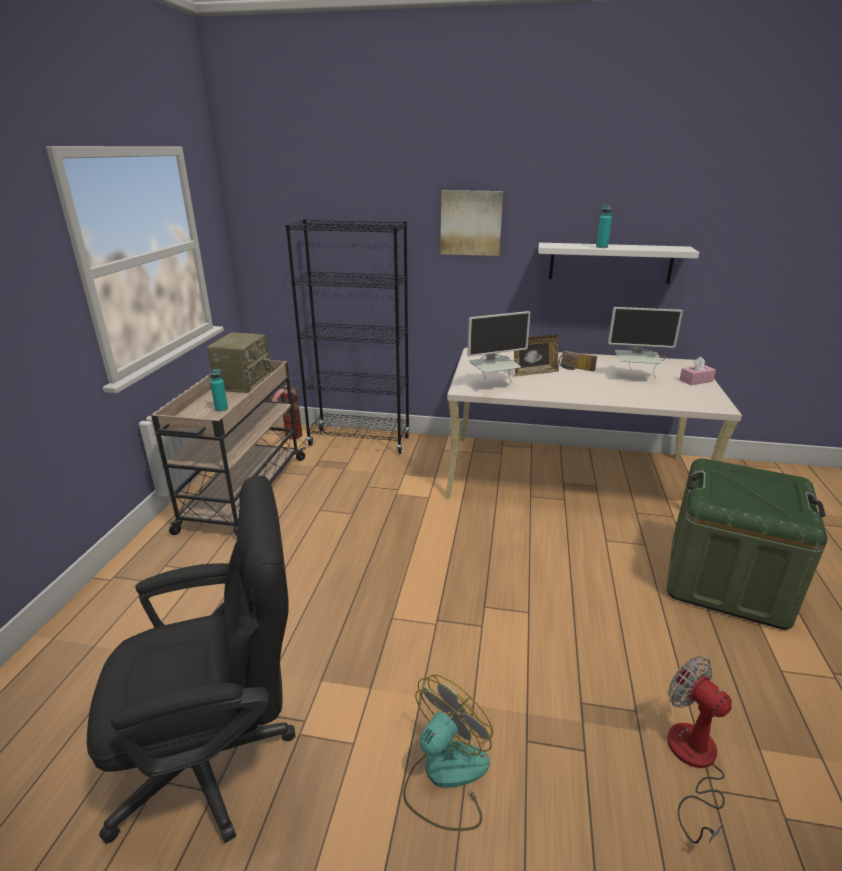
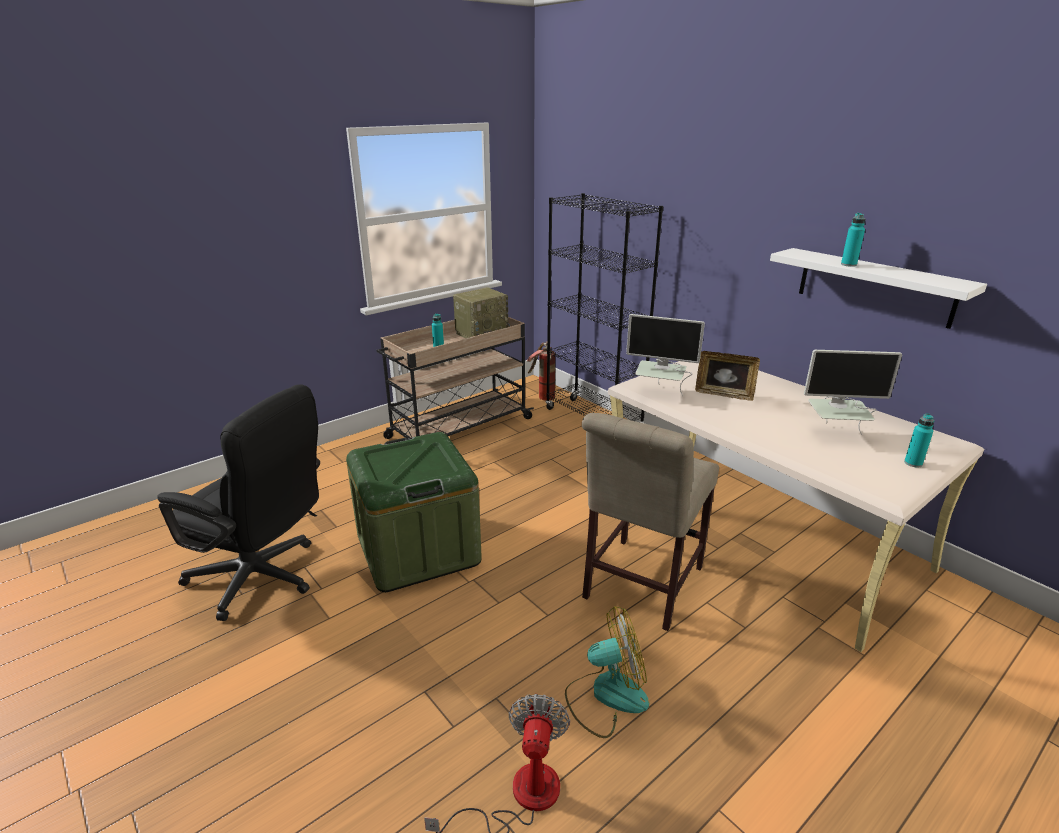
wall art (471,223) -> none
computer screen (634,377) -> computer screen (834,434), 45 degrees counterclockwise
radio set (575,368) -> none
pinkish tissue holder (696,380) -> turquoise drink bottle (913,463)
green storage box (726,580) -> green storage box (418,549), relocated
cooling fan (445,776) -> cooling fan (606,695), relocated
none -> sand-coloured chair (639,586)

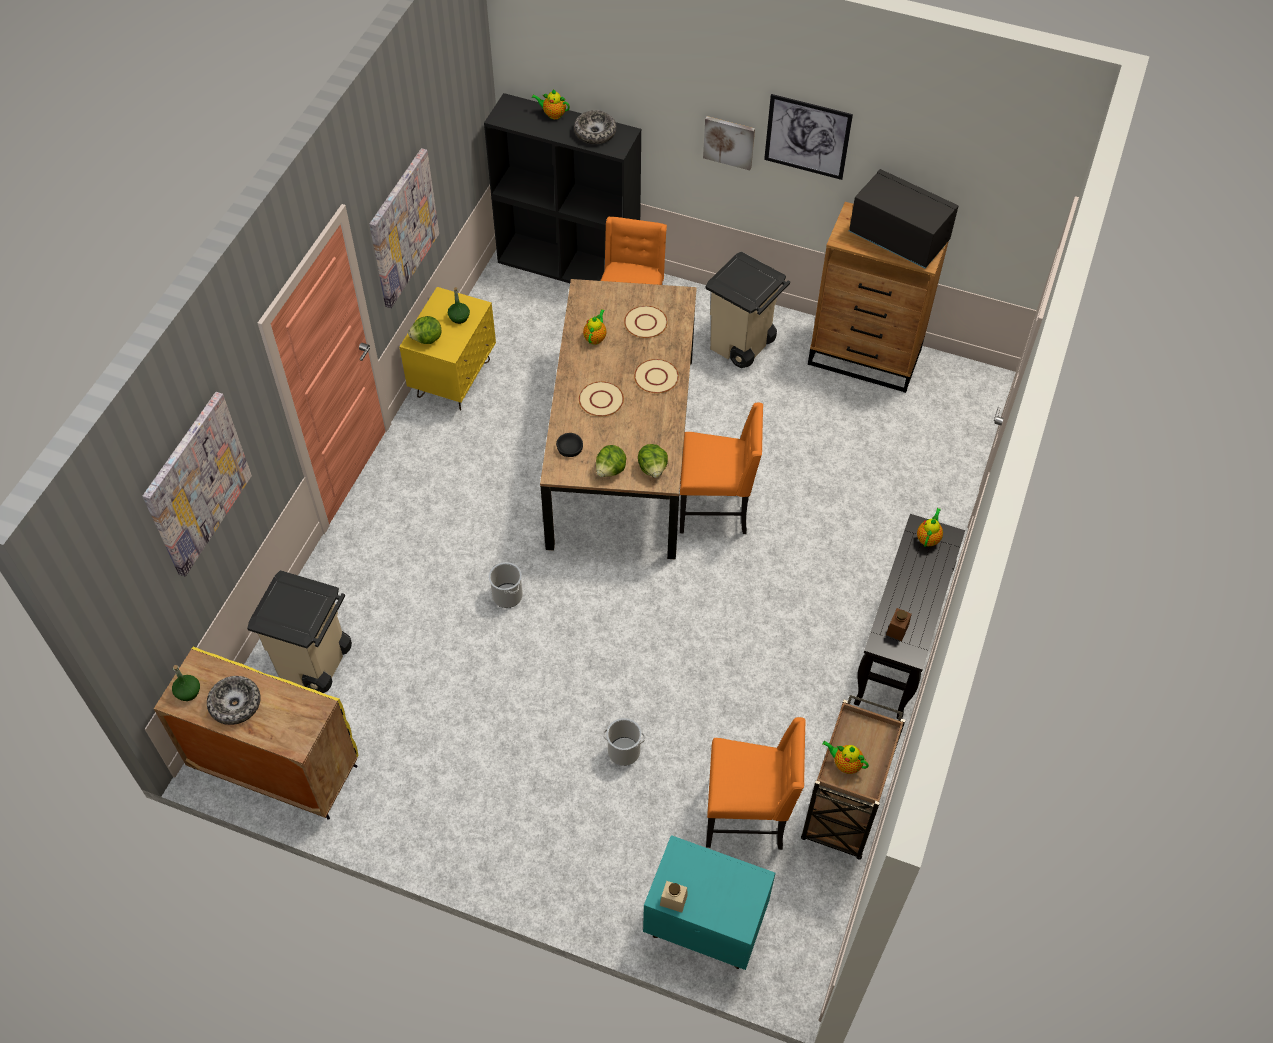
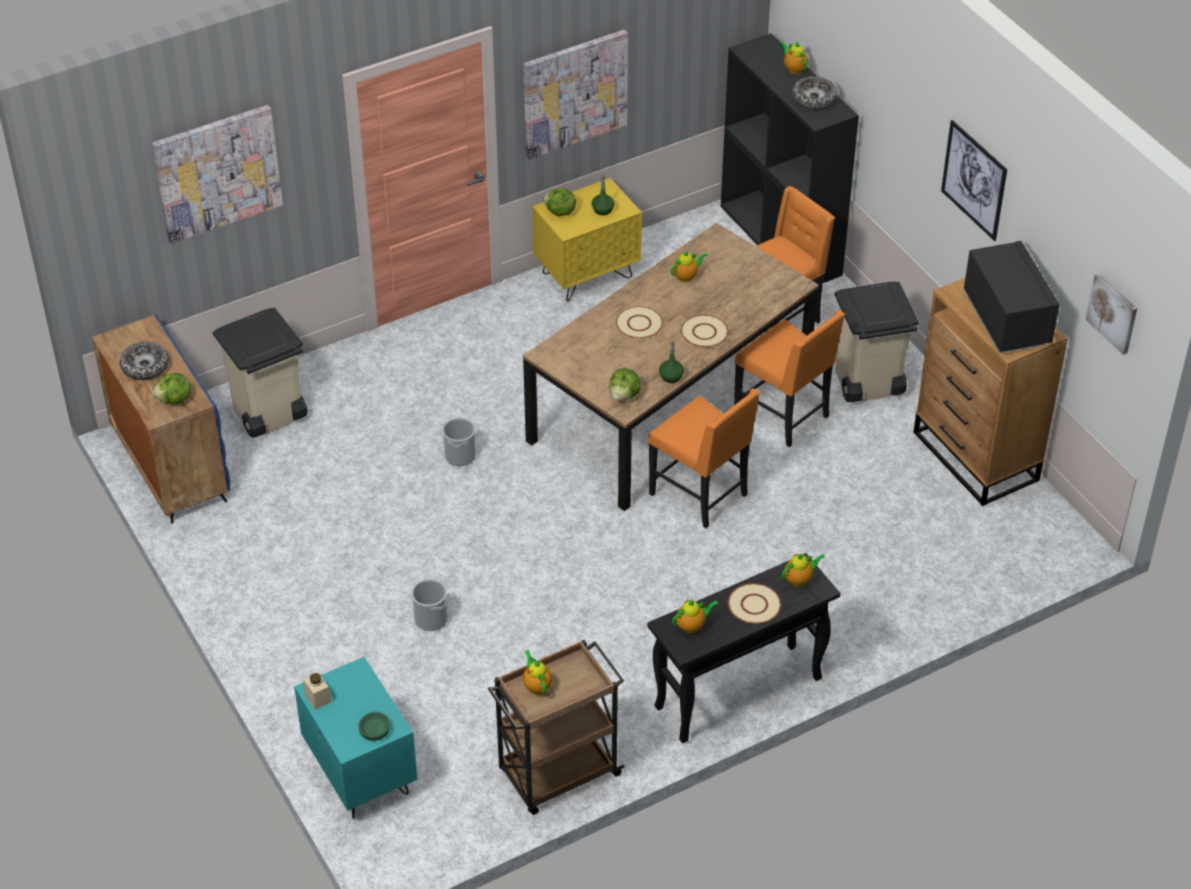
wall art (729,142) -> wall art (1113,313), relocated
sand-coloured dinner plate (645,322) -> sand-coloured dinner plate (754,604), relocated
black-coloured bowl (569,447) -> none
head of lettuce (610,470) -> head of lettuce (175,400), relocated
brown storage jar (897,629) -> pot for tea (692,625)
yellow cabinet (274,767) -> bluish cabinet (170,465)
green drink bottle (188,692) -> green drink bottle (671,377), relocated
orangey chair (748,816) -> orangey chair (784,416), relocated
none -> green bowl (374,729)

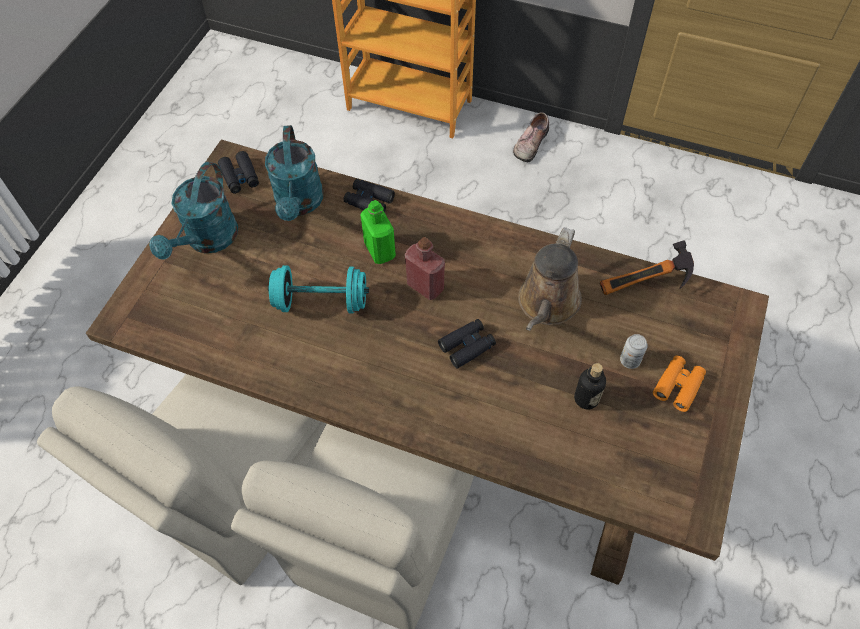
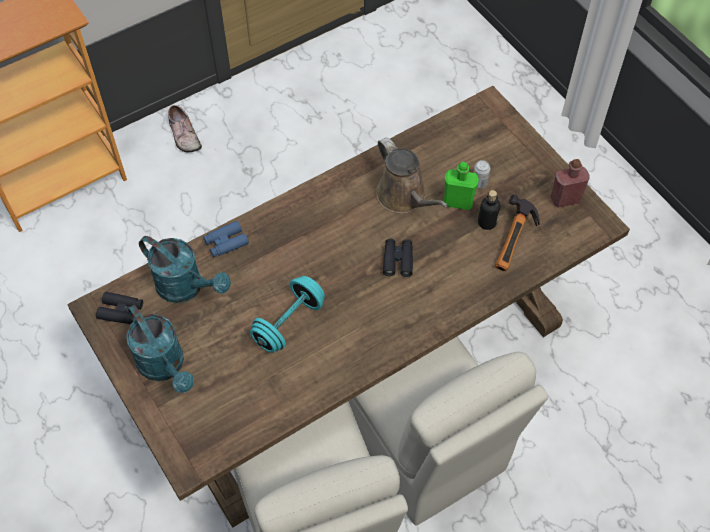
black-coloured pair of binoculars (369,201) -> bluish pair of binoculars (226,242)
green drink bottle (380,250) -> green drink bottle (458,202), relocated
red drink bottle (425,286) -> red drink bottle (565,199), relocated
tool hammer (645,287) -> tool hammer (516,243), relocated
orangey pair of binoculars (678,386) -> none

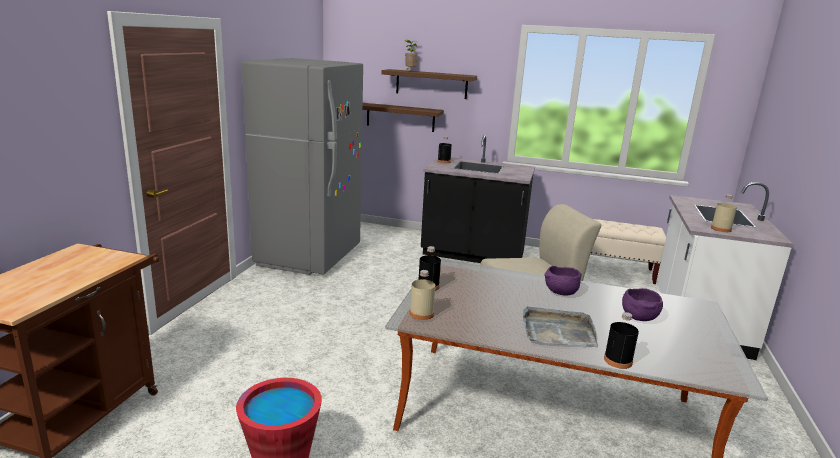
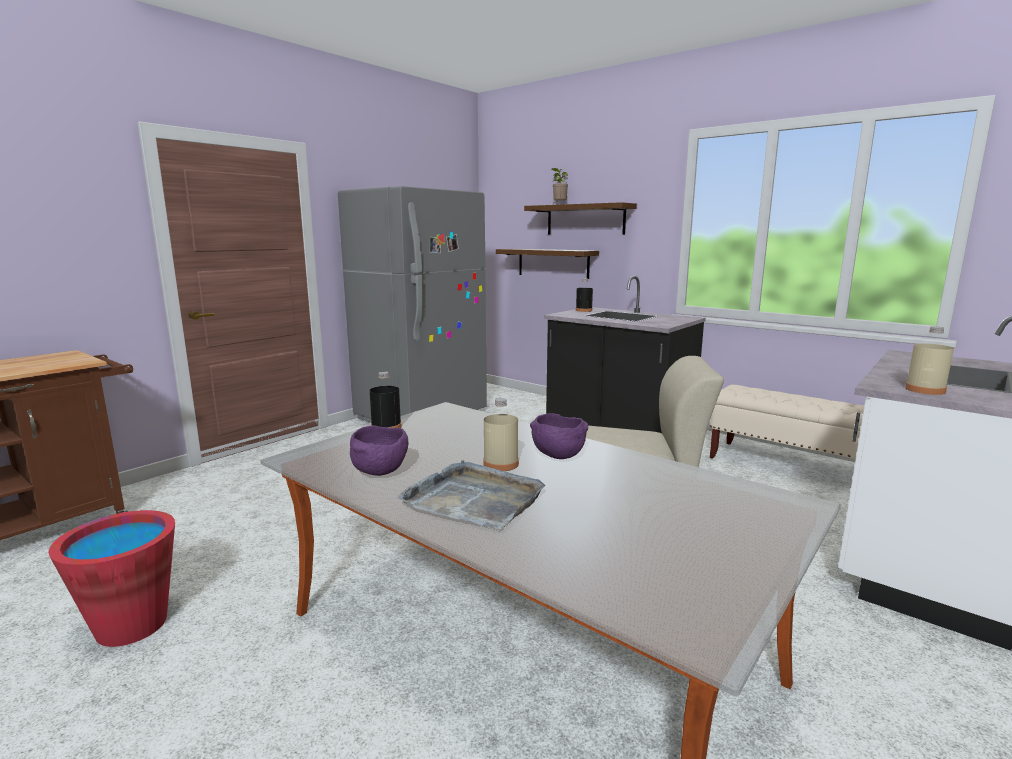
sand-coloured drink bottle (421,314) -> sand-coloured drink bottle (501,464), relocated
purplish bowl (638,317) -> purplish bowl (380,471), relocated
black-coloured drink bottle (618,361) -> none

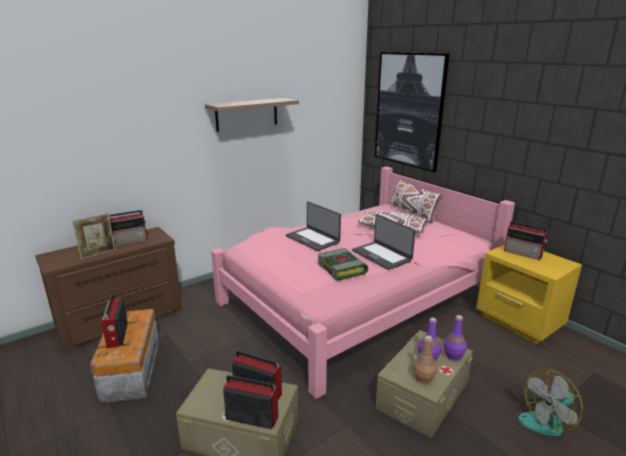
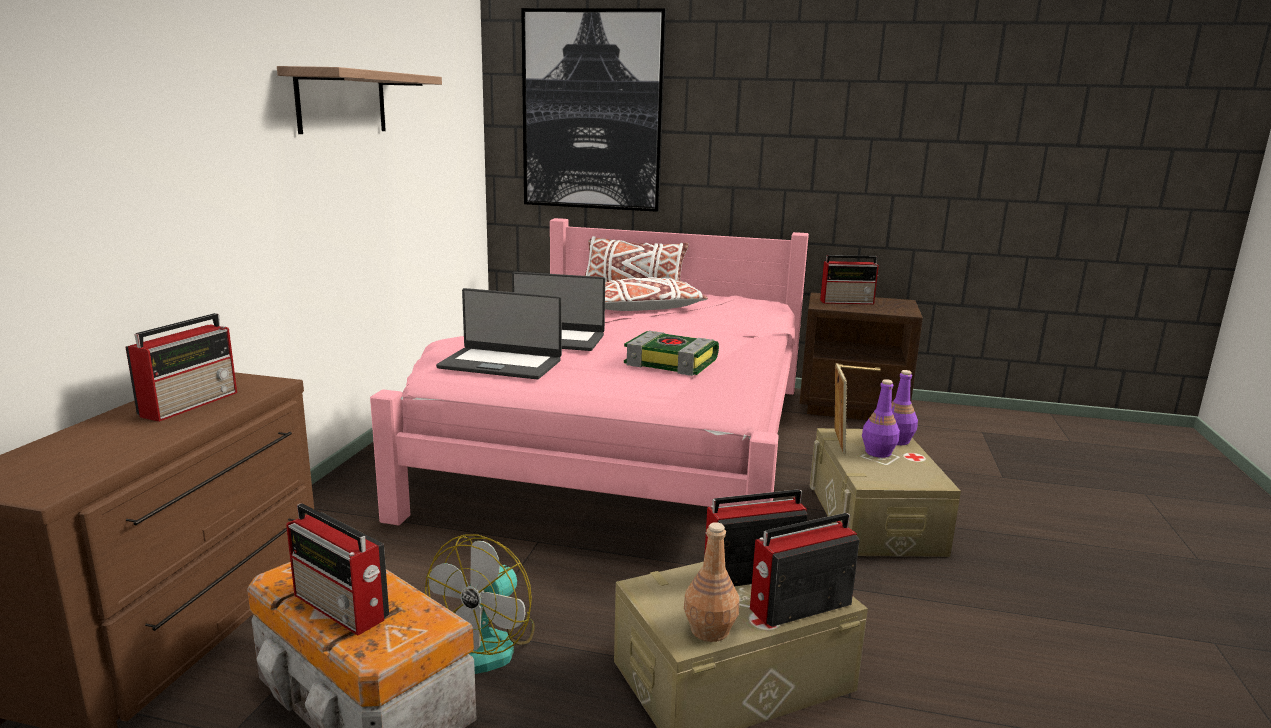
photo frame (98,254) -> photo frame (836,441), relocated
portable computer (382,255) -> portable computer (501,364), relocated
yellow night table (519,322) -> brown night table (853,408)
brown drink bottle (423,378) -> brown drink bottle (710,630), relocated
cooling fan (548,420) -> cooling fan (485,645), relocated

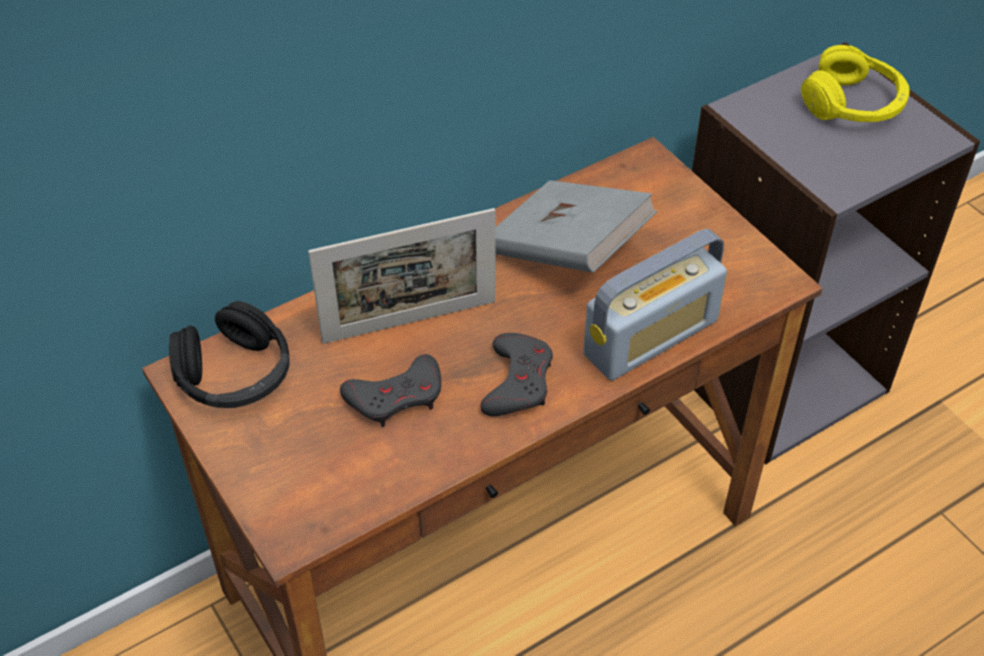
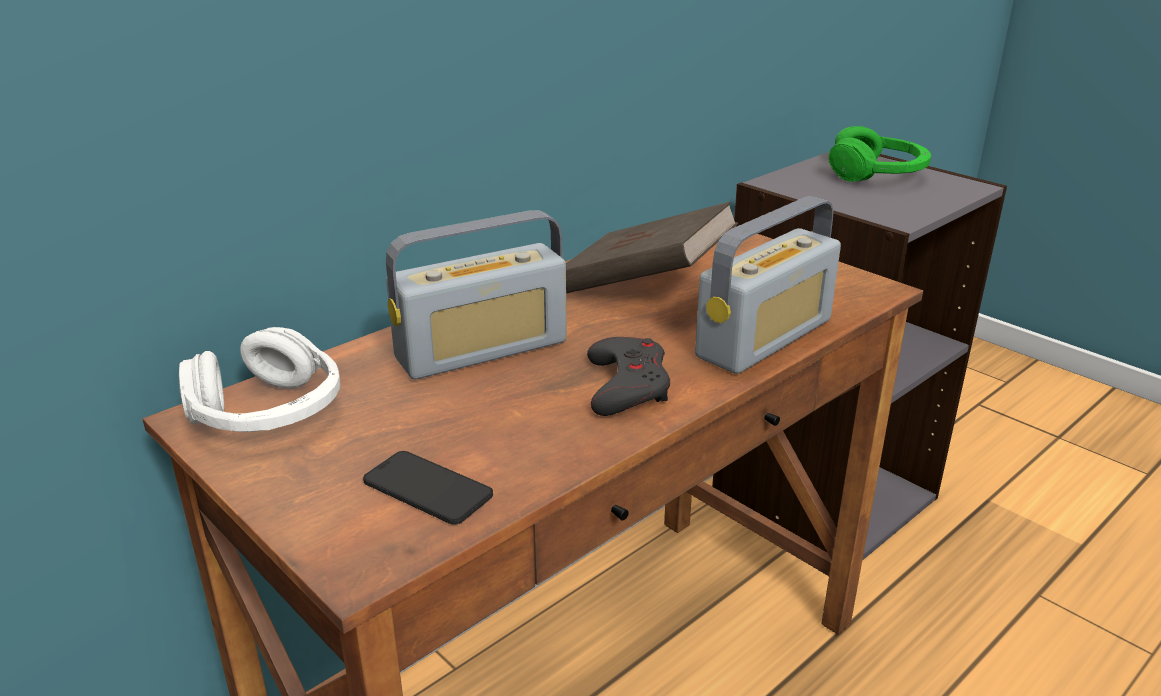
yellow pair of headphones (853,104) -> green pair of headphones (877,174)
greyish bound book (567,252) -> brown bound book (643,287)
photo frame (409,322) -> radio set (482,350)
black-coloured pair of headphones (235,375) -> white-coloured pair of headphones (268,412)
greyish game controller (396,396) -> none
none -> phone (427,488)

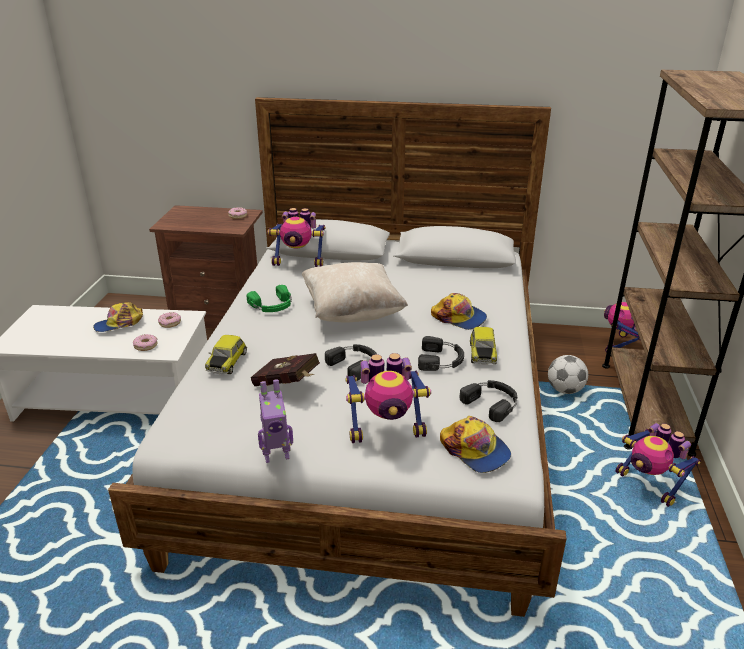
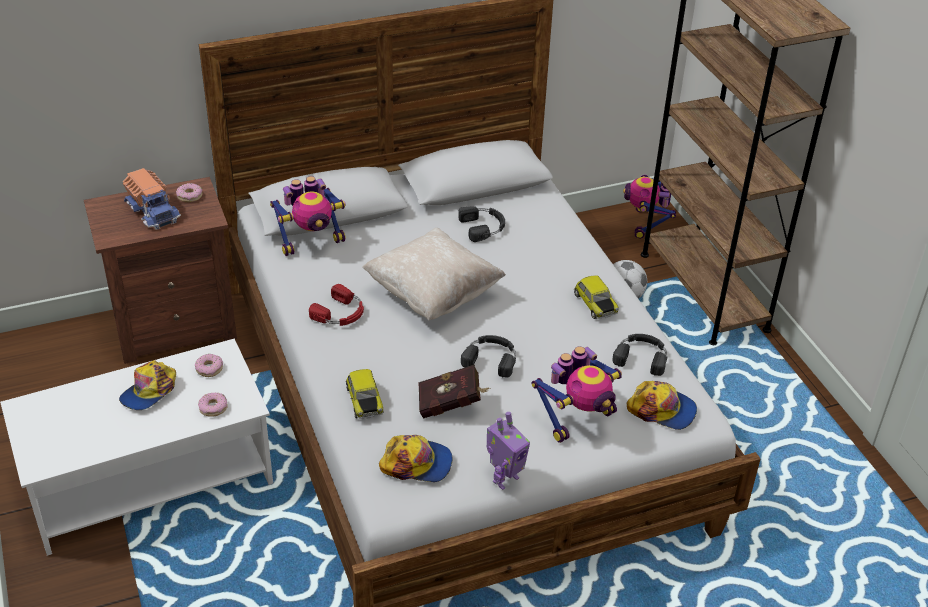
green pair of headphones (272,306) -> red pair of headphones (340,313)
peaked cap (459,317) -> peaked cap (417,463), relocated
black-coloured pair of headphones (441,360) -> black-coloured pair of headphones (483,227), relocated
toy robot (649,485) -> none
none -> toy truck (153,210)

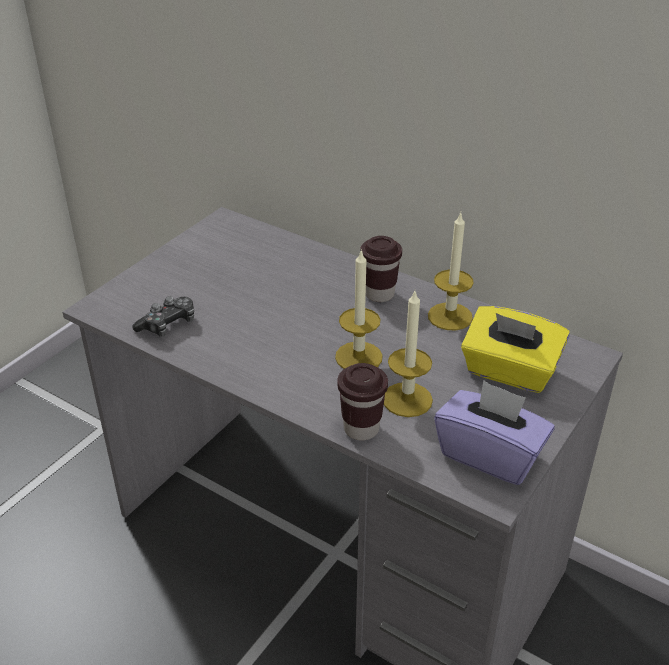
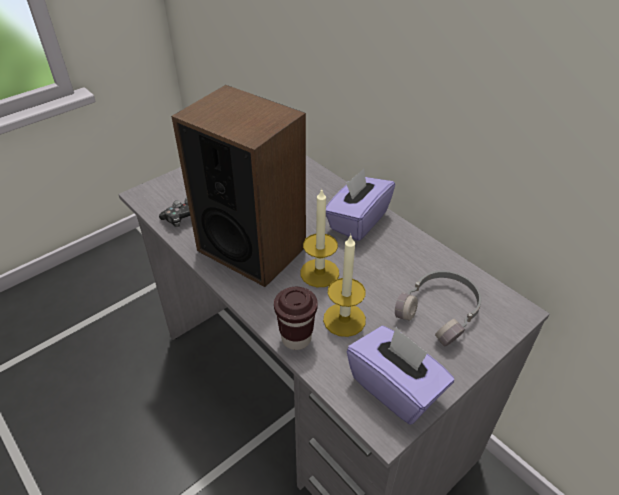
wax candle (450,316) -> none
brown small cup (379,294) -> purplish tissue holder (357,221)
yellow tissue holder (509,372) -> greyish pair of headphones (440,311)
none -> audio speaker (251,248)

